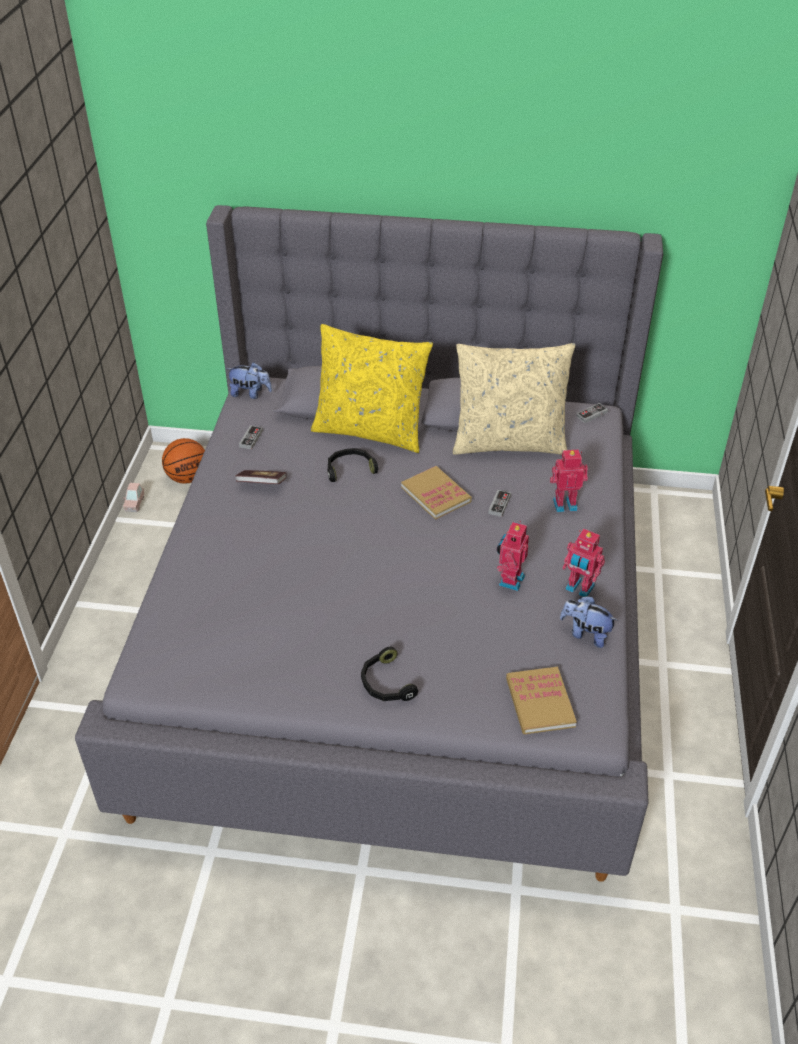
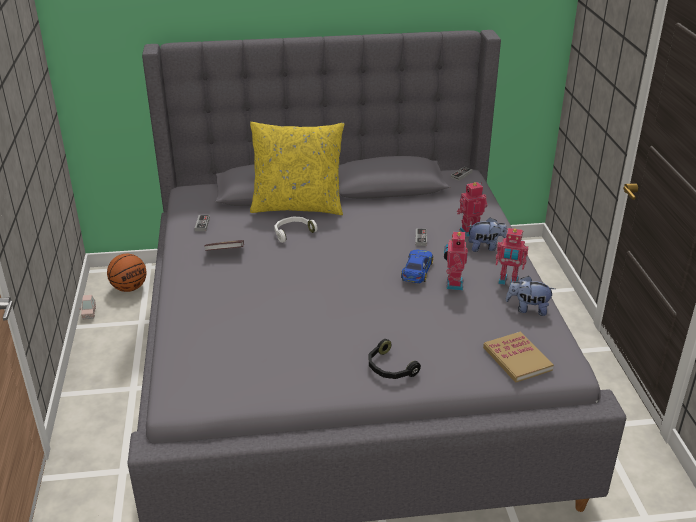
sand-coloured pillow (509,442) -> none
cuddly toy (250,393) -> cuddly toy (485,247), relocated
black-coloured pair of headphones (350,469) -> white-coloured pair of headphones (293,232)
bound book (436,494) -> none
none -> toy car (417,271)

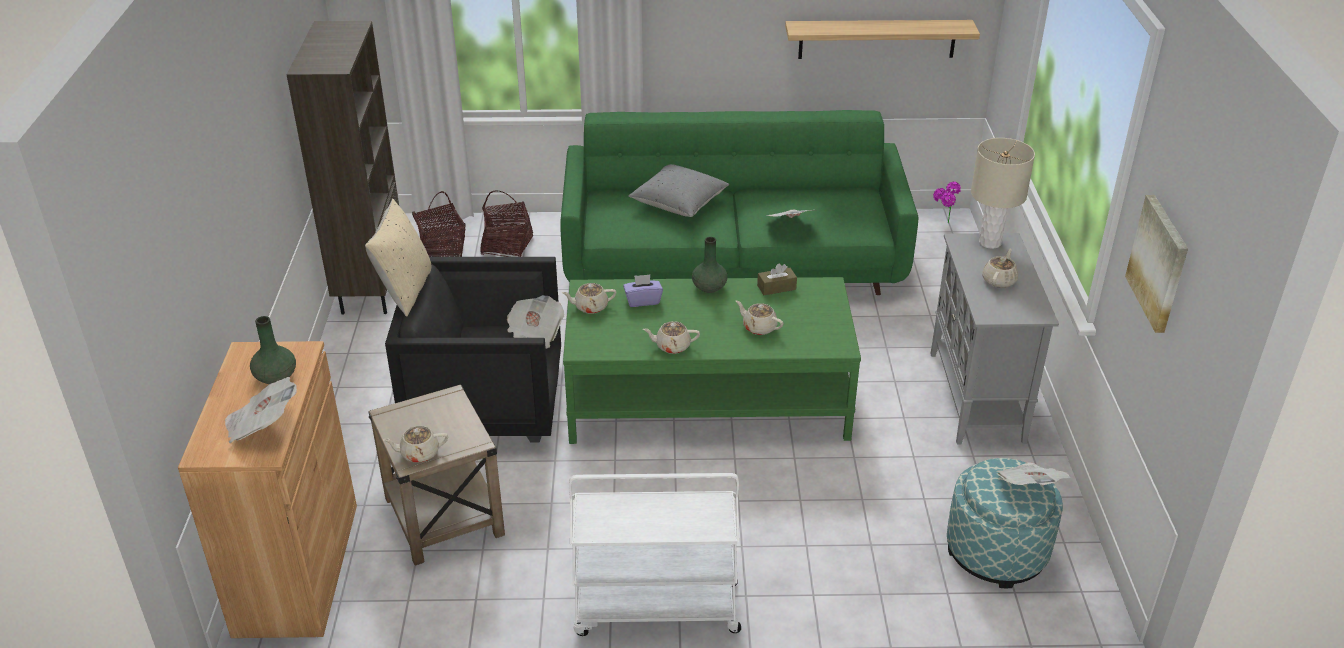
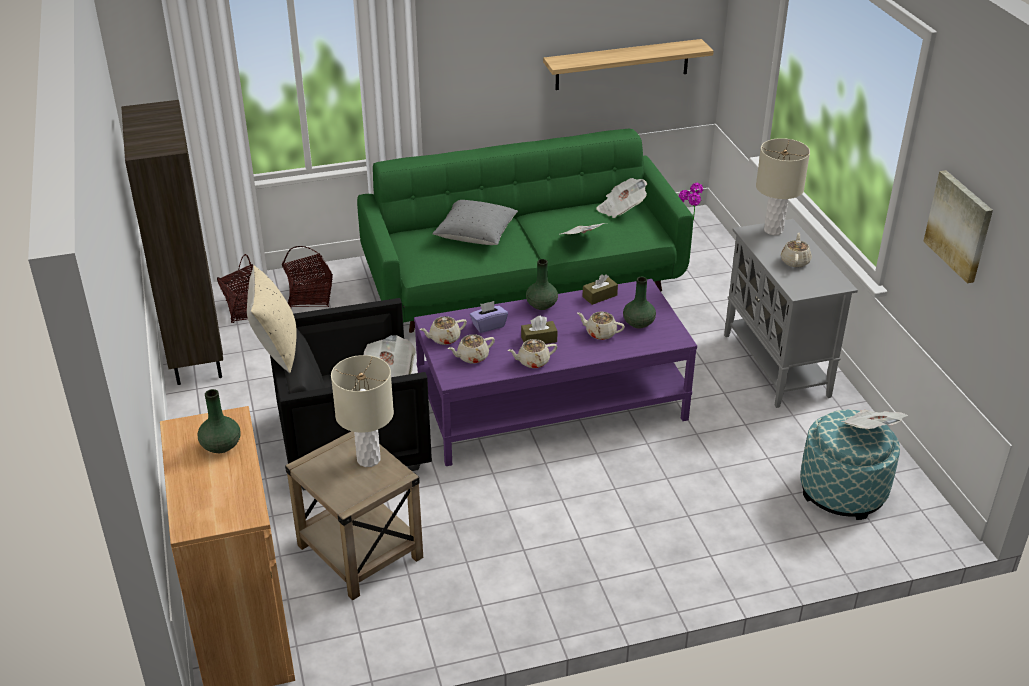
green coffee table (708,399) -> purplish coffee table (552,405)
daily paper (262,426) -> daily paper (621,209), relocated
sand-coloured pot for tea (419,453) -> sand-coloured pot for tea (472,357), relocated
white-coloured trolley (655,609) -> none
none -> green vase (639,323)
none -> brown tissue holder (539,339)
none -> sand-coloured tabletop lamp (368,459)

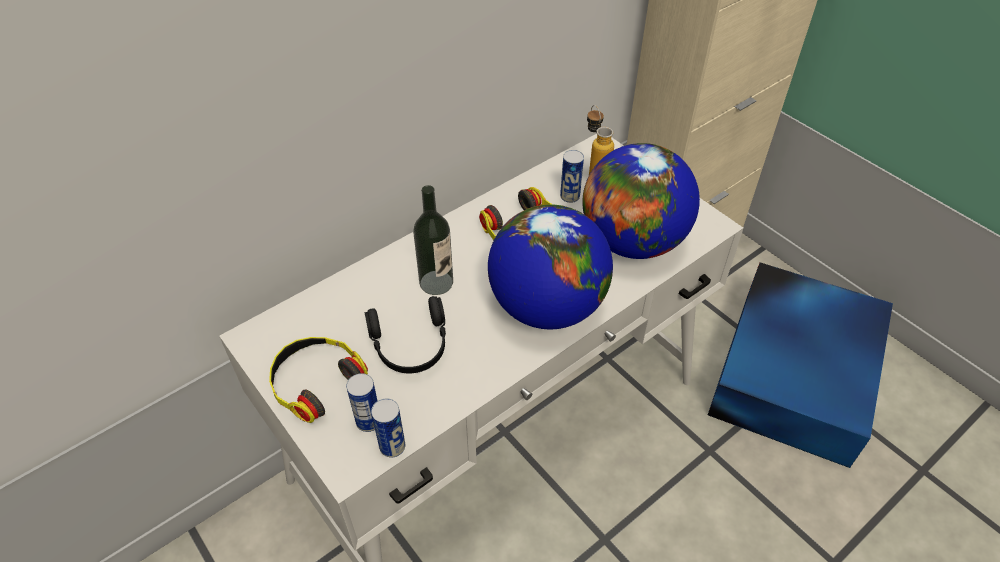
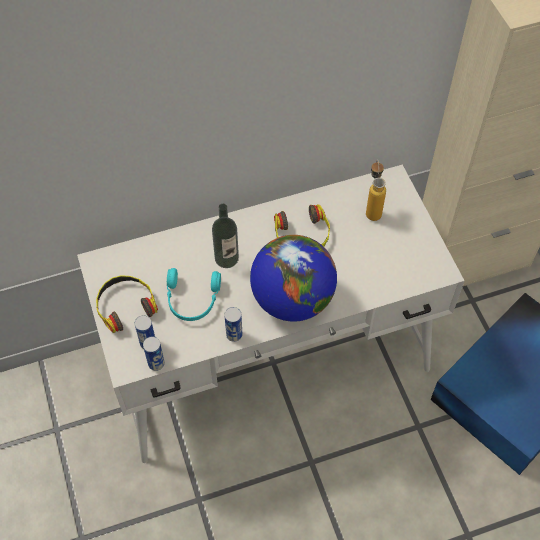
world globe (632,242) -> none
can (570,196) -> can (234,335), relocated
black-coloured pair of headphones (411,346) -> turquoise pair of headphones (192,300)

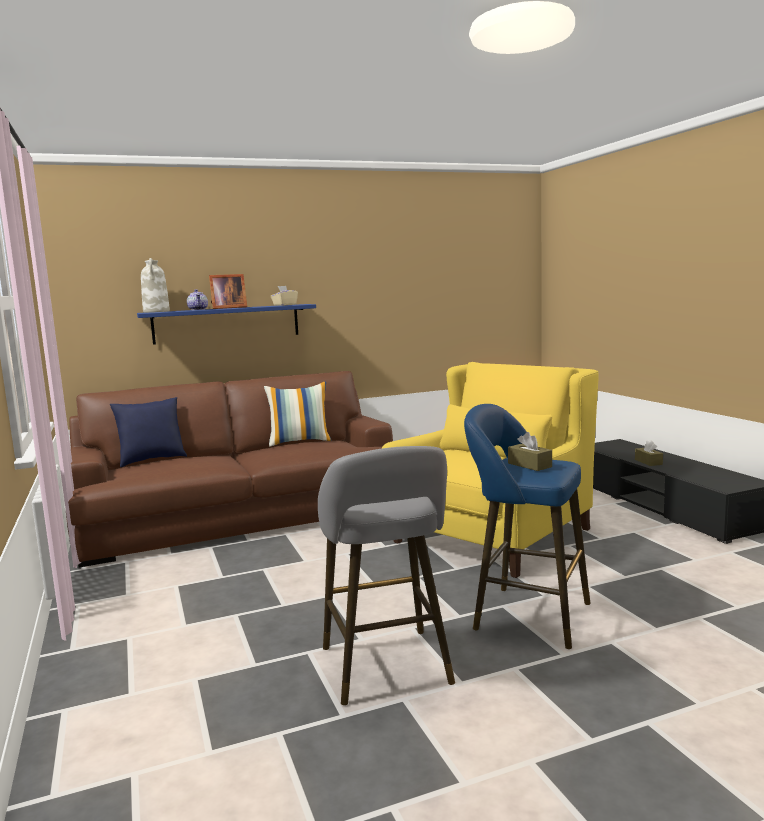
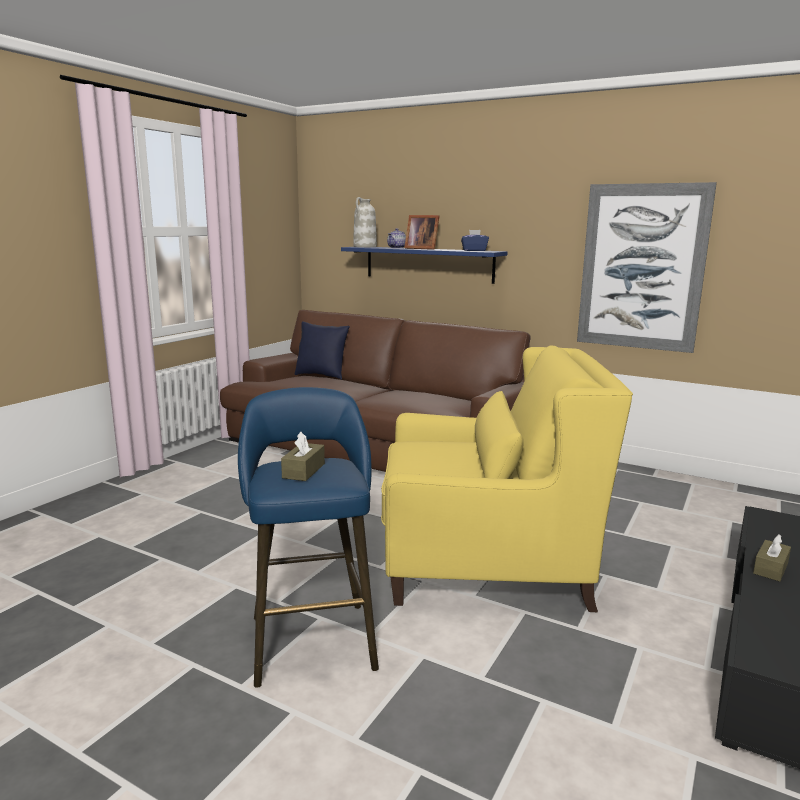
sand-coloured tissue holder (284,305) -> bluish tissue holder (474,250)
pillow (300,441) -> none
greyish sitting stool (388,670) -> none
none -> wall art (641,267)

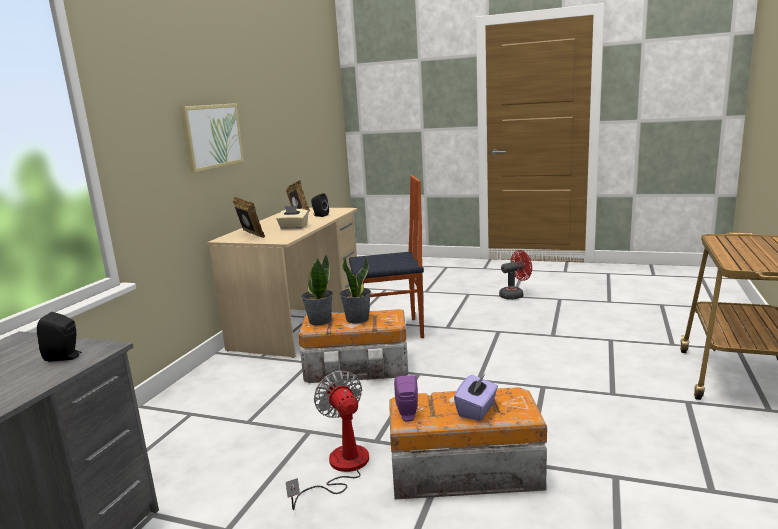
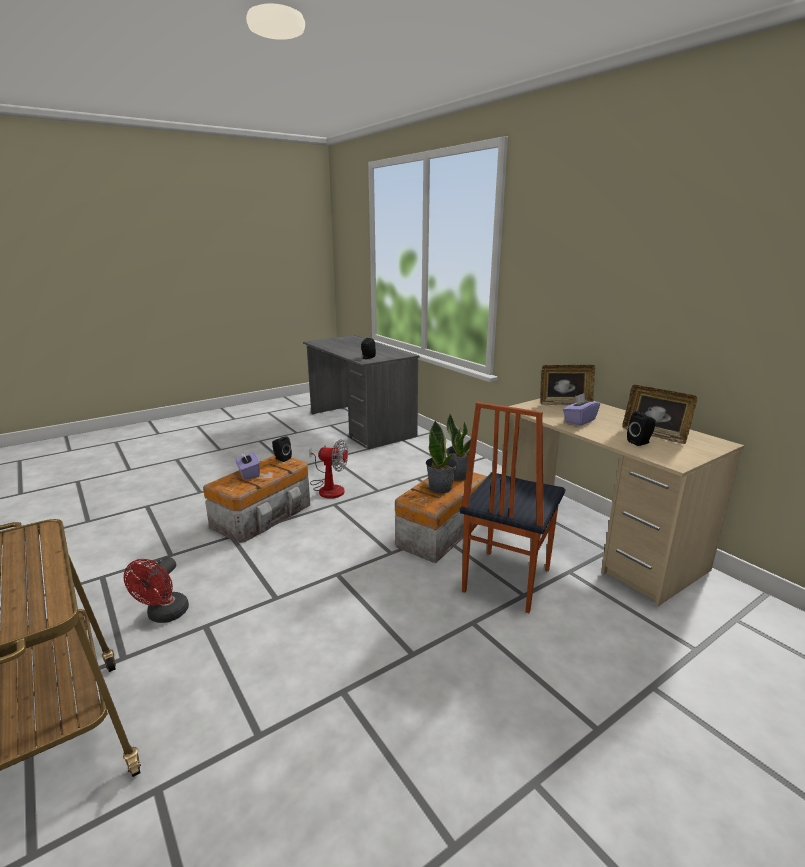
wall art (212,136) -> none
sand-coloured tissue holder (293,227) -> purplish tissue holder (579,421)
red cooling fan (514,295) -> red cooling fan (164,615), relocated
purplish audio speaker (407,415) -> black-coloured audio speaker (281,458)

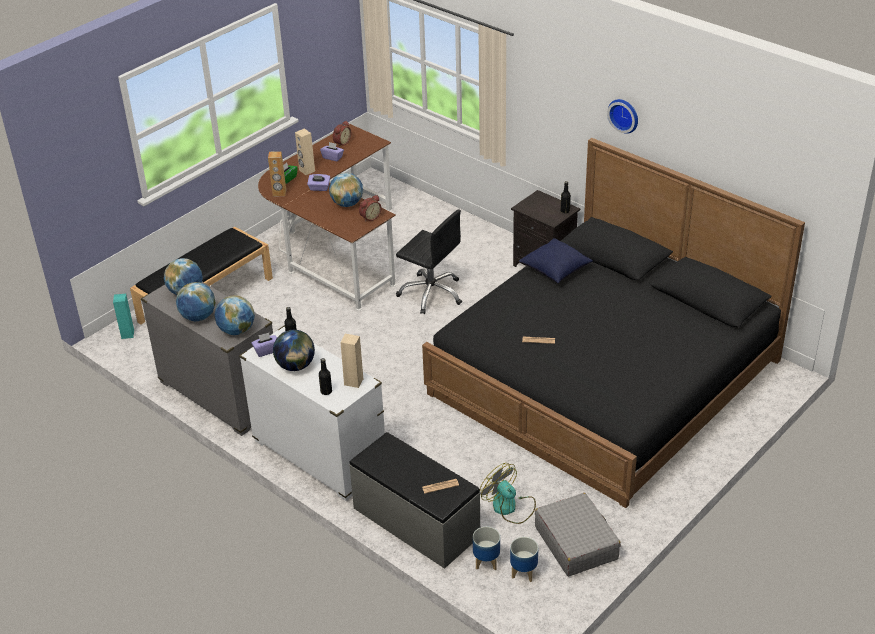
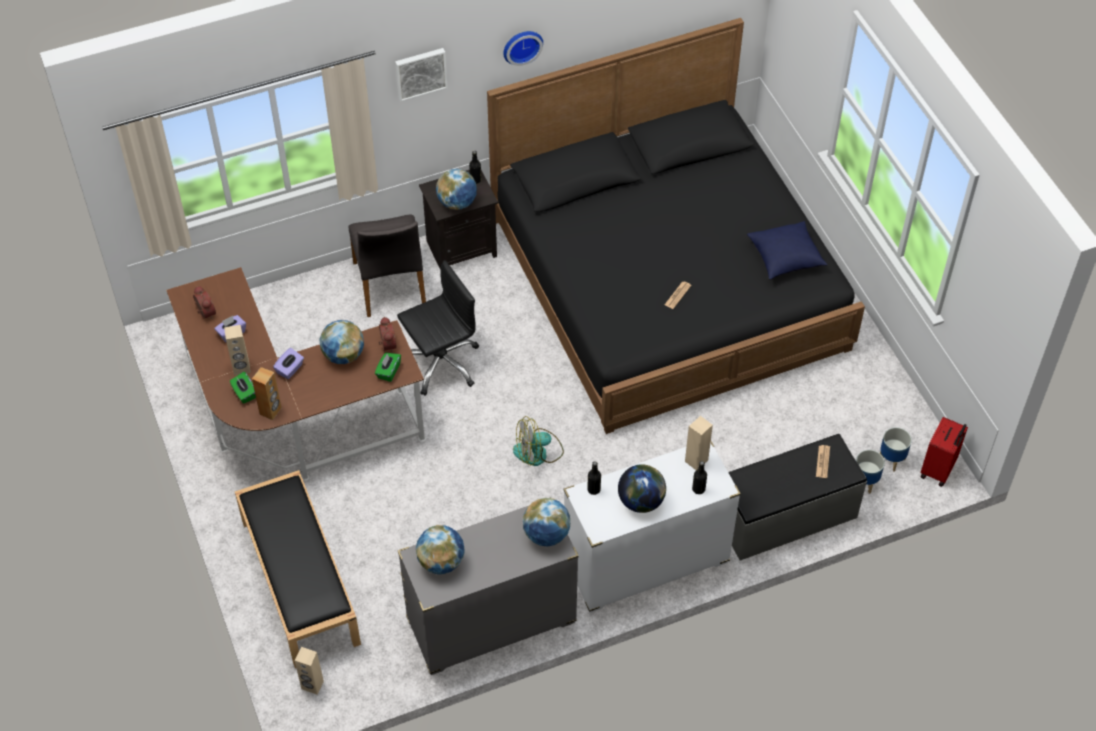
bluish pillow (555,270) -> bluish pillow (785,258), relocated
world globe (198,317) -> world globe (457,203), relocated
turquoise audio speaker (127,334) -> sand-coloured audio speaker (312,685)
purplish tissue holder (266,350) -> none
cooling fan (509,507) -> cooling fan (538,452), relocated
greyish piece of luggage (576,542) -> none
none -> wall art (420,73)
none -> greyish chair (391,285)
none -> green tissue holder (388,371)
none -> red piece of luggage (938,470)

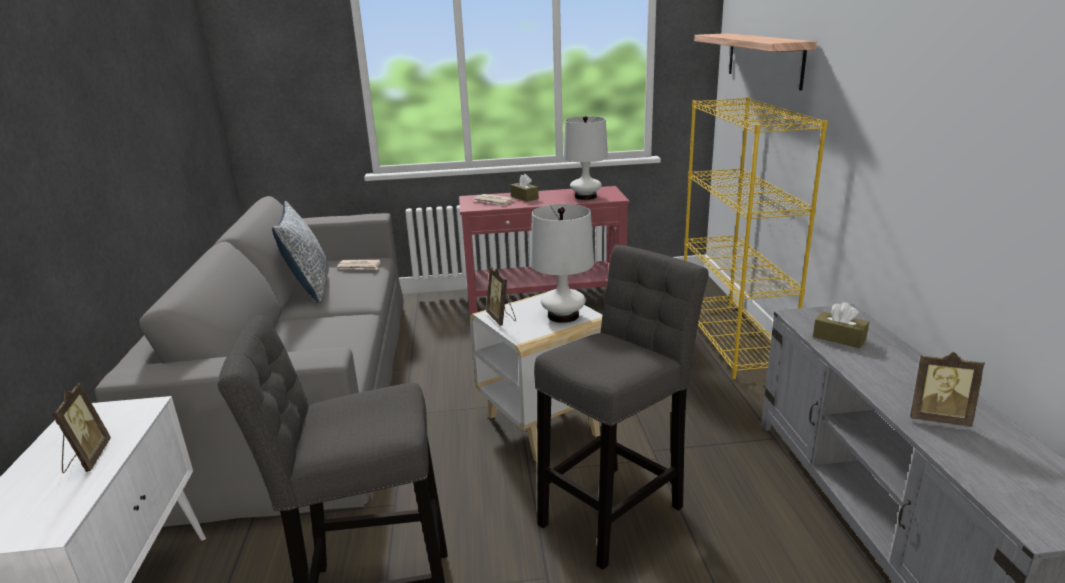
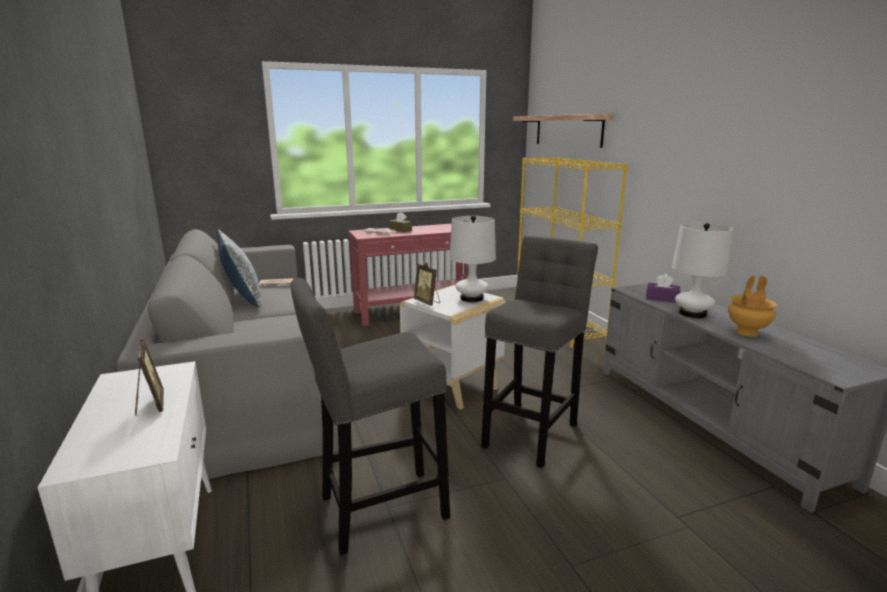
white-coloured tabletop lamp (585,196) -> white-coloured tabletop lamp (692,313), relocated
brown tissue holder (839,338) -> purplish tissue holder (662,298)
photo frame (937,418) -> brown vase (747,332)

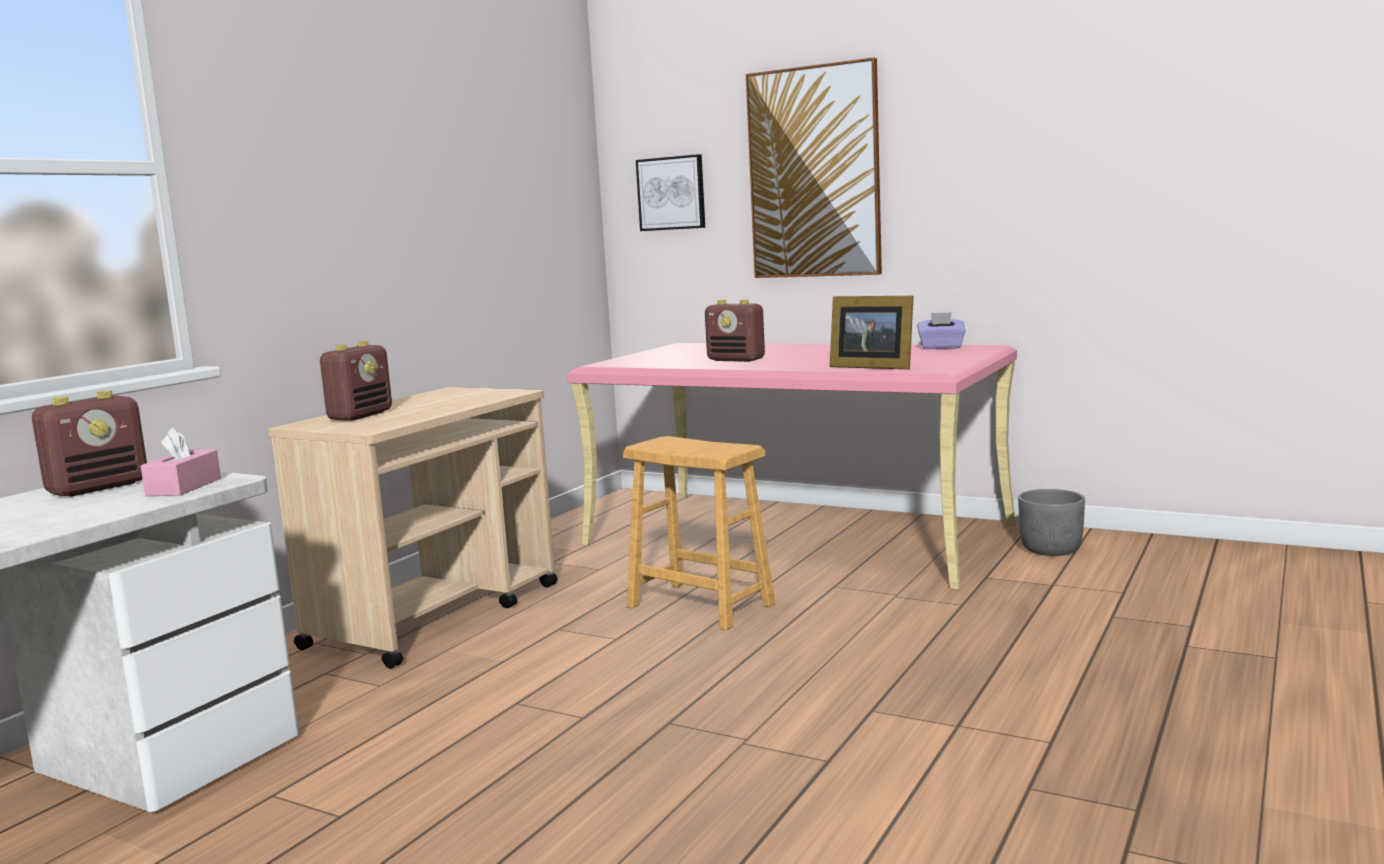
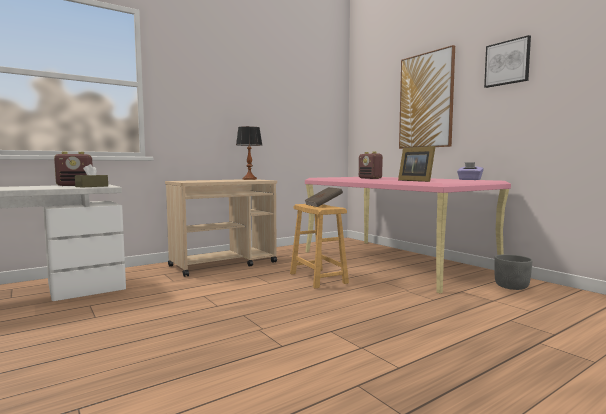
wall art (671,193) -> wall art (507,63), relocated
radio set (360,415) -> none
pinkish tissue holder (184,487) -> brown tissue holder (92,186)
none -> tabletop lamp (249,179)
none -> brown bound book (323,205)

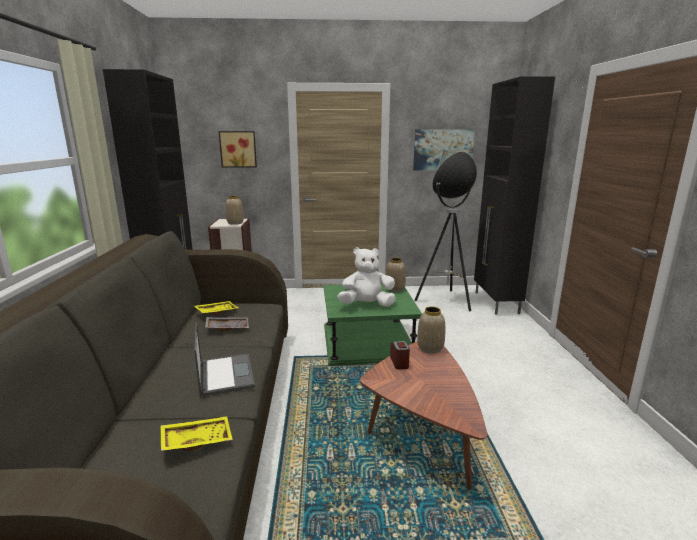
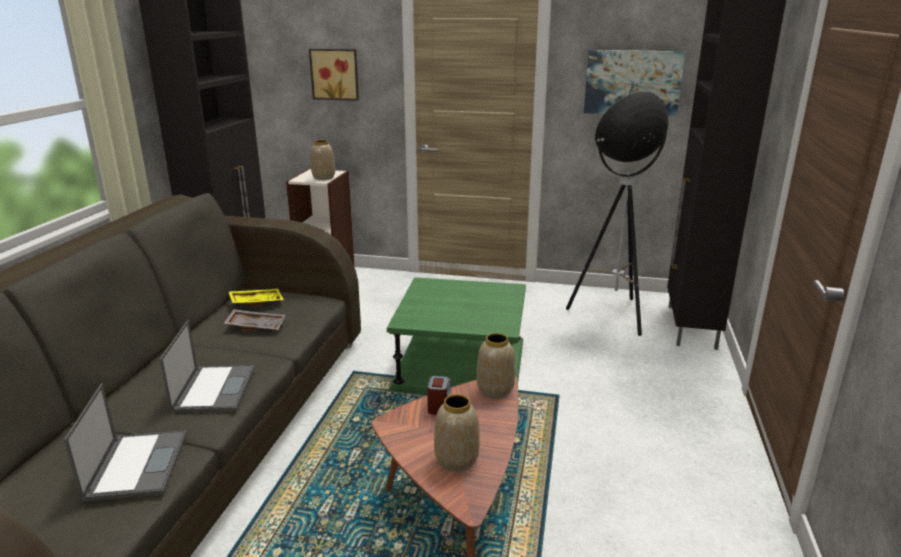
white-coloured cuddly toy (367,305) -> none
vase (395,289) -> vase (457,460), relocated
yellow serving tray (197,440) -> portable computer (137,464)

